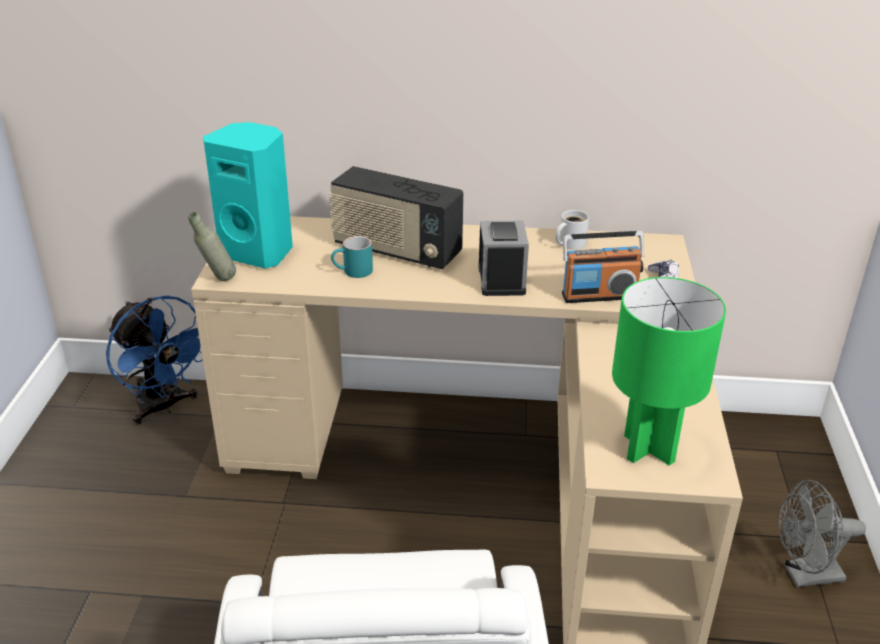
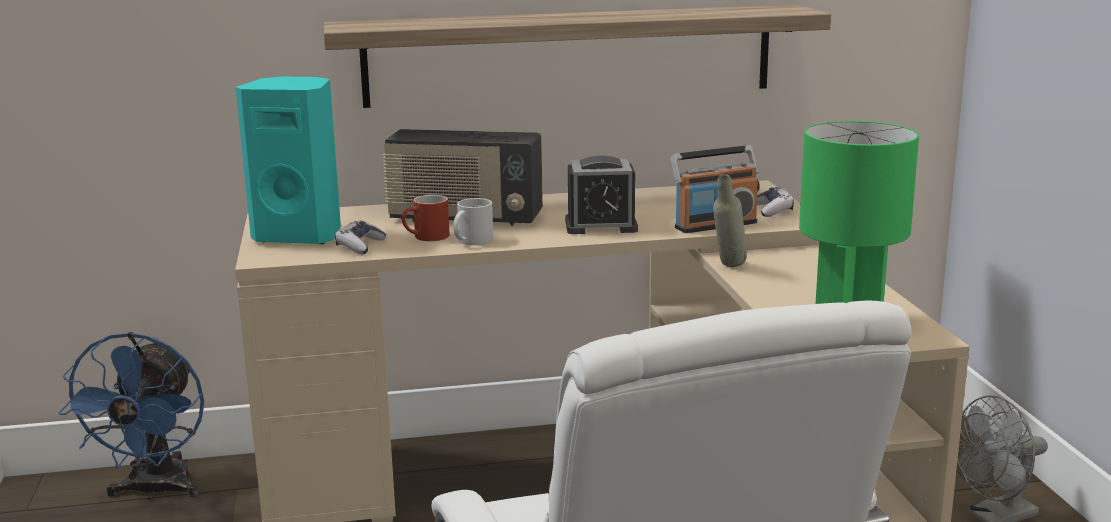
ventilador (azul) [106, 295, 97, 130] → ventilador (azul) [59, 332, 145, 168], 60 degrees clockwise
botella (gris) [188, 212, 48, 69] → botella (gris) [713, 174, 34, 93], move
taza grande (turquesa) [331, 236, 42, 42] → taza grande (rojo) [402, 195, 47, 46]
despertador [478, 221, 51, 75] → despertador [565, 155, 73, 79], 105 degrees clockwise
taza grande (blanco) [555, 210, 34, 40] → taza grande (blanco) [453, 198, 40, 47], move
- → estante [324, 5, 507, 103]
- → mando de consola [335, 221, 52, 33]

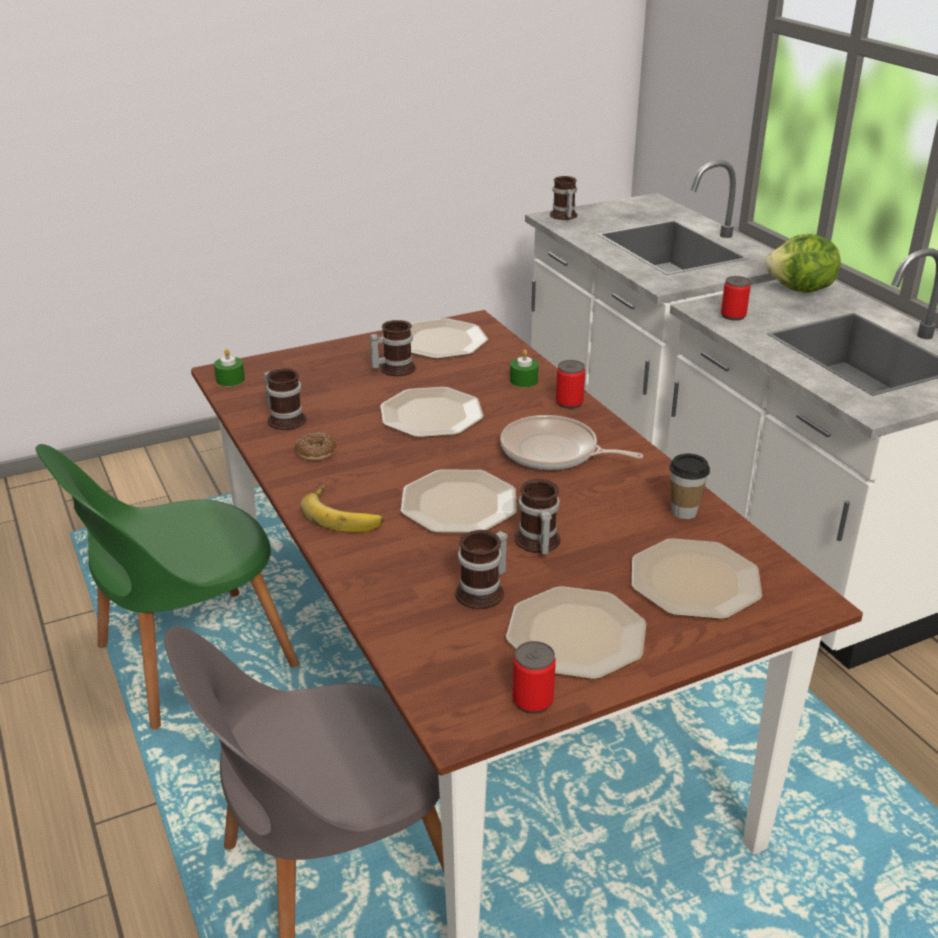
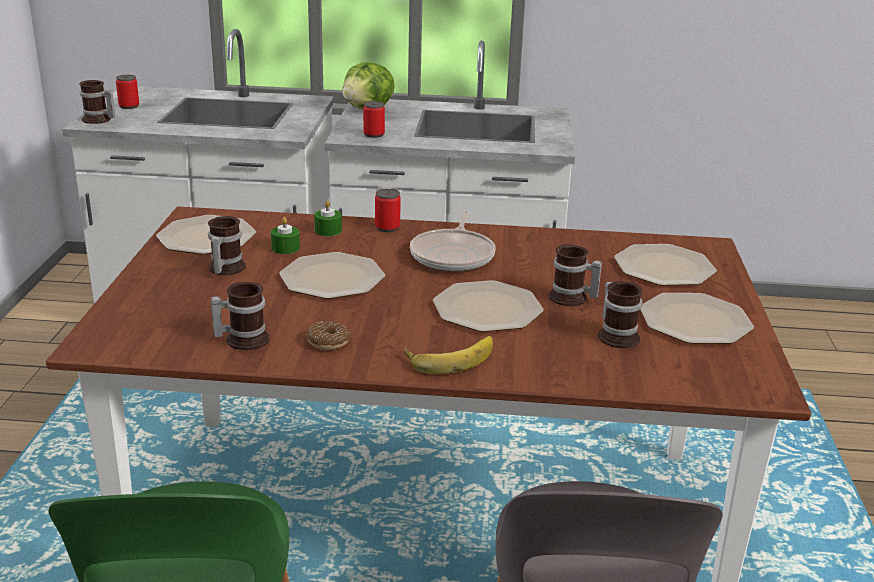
vela (verde) [214, 349, 31, 37] → vela (verde) [271, 217, 29, 37], move
sartén [500, 415, 143, 55] → sartén [410, 211, 86, 61], 45 degrees counterclockwise
lata [513, 641, 43, 73] → lata [116, 75, 23, 34], move
taza [669, 454, 41, 65] → -

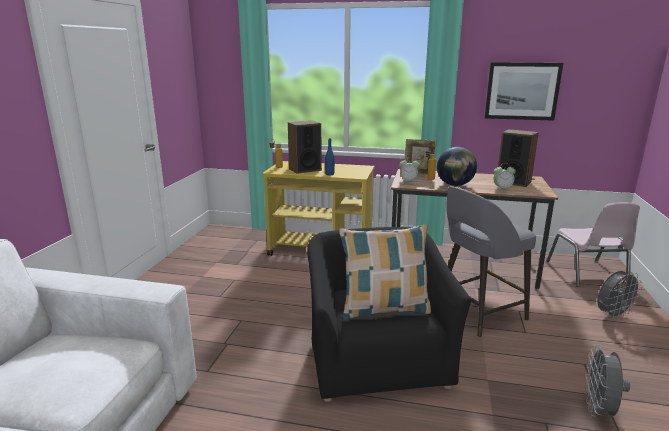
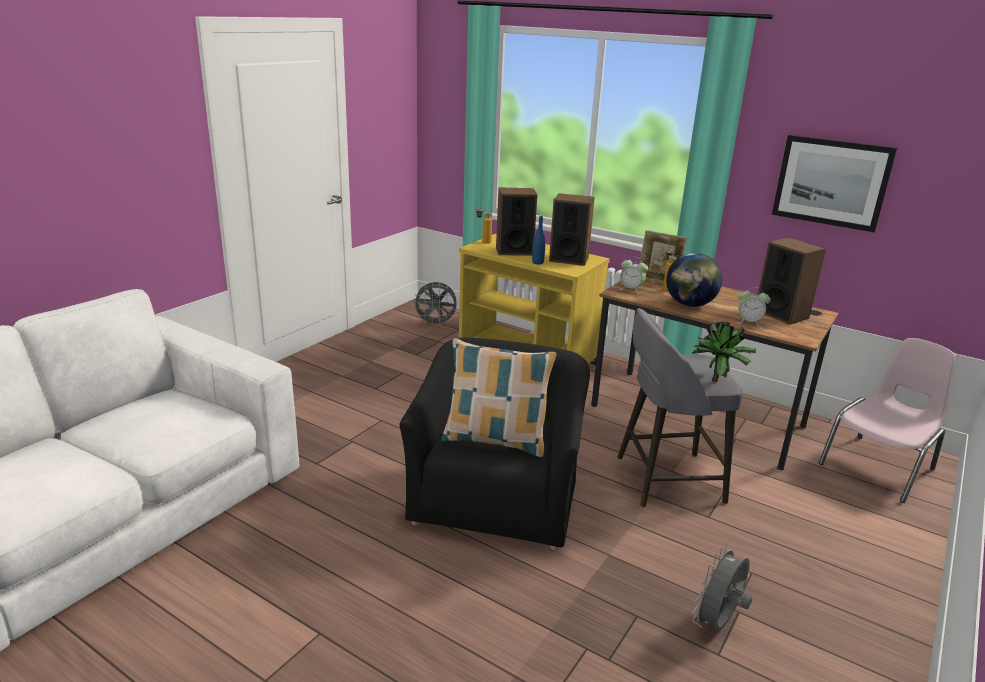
silla (rosa) [547, 202, 93, 85] → silla (rosa) [819, 338, 137, 165], 150 degrees counterclockwise
ventilador (gris) [597, 271, 45, 49] → ventilador (gris) [413, 282, 46, 44], move
- → altavoz [549, 193, 46, 73]
- → planta en maceta [692, 322, 64, 60]

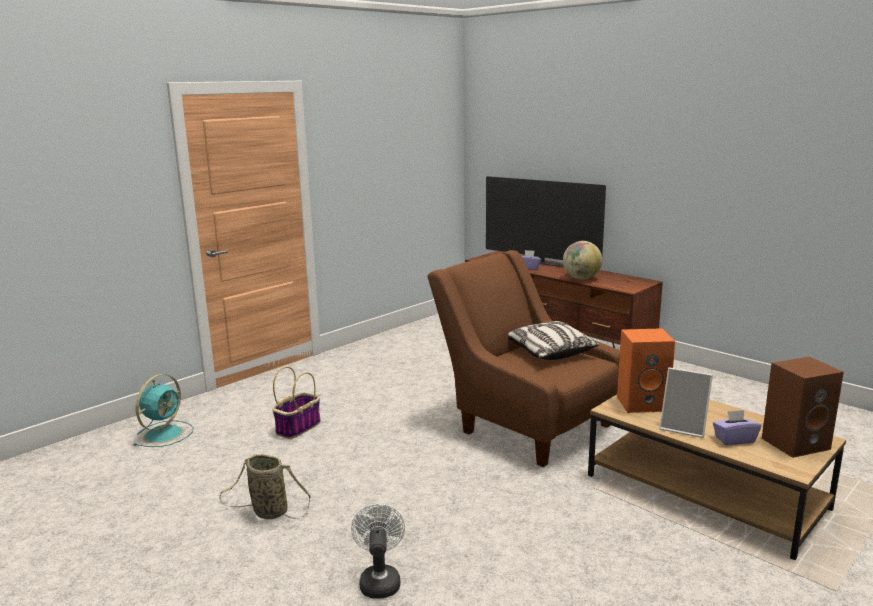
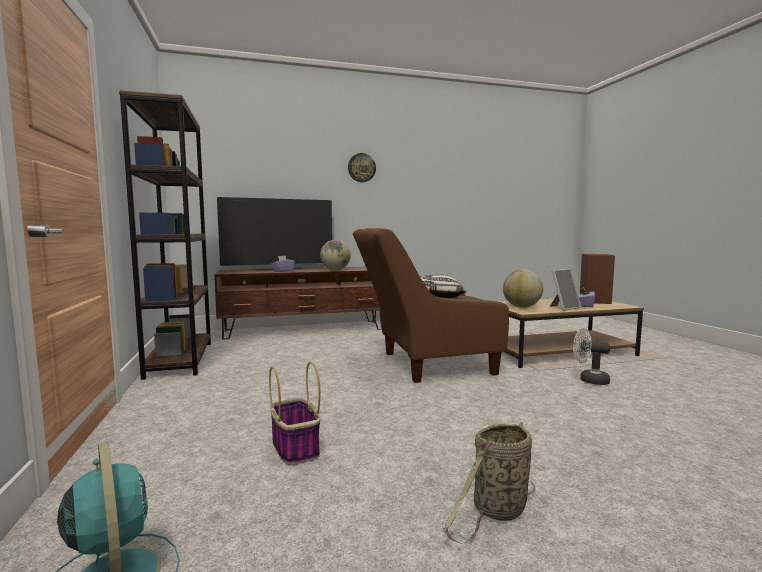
ventilador (blanco) [351, 504, 54, 95] → ventilador (blanco) [573, 328, 37, 57], move
altavoz (naranja) [617, 328, 58, 85] → globo terráqueo [503, 269, 40, 39]
- → estantería (marrón) [119, 90, 92, 290]
- → reloj de pared [348, 153, 28, 29]

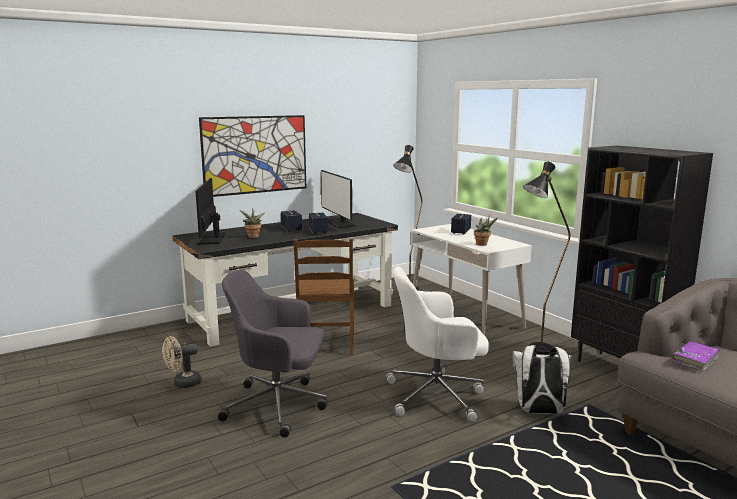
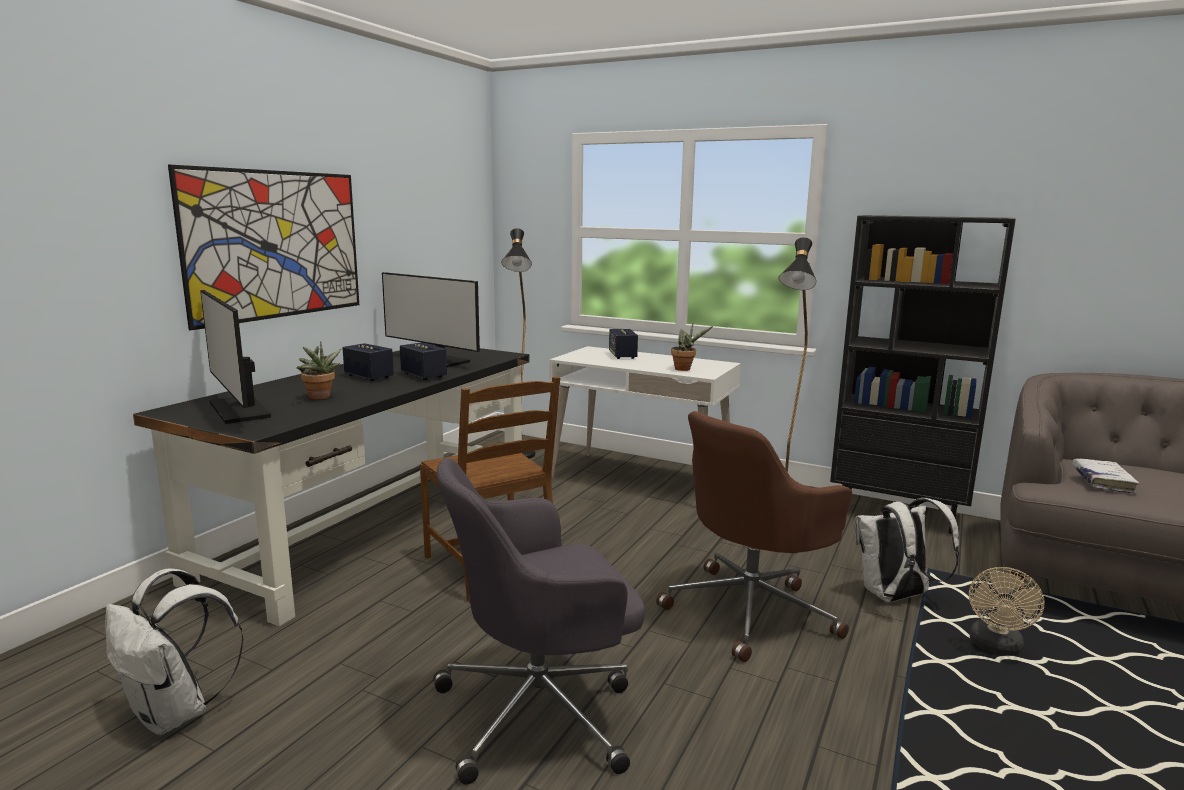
ventilador (beis) [162, 336, 40, 52] → ventilador (beis) [969, 567, 76, 89], move
silla de oficina (blanco) [386, 266, 103, 156] → silla de oficina (marrón) [656, 411, 196, 251]
libro (morado) [672, 342, 47, 29] → libro (blanco) [1072, 459, 67, 35]
- → mochila (blanco) [105, 569, 139, 166]

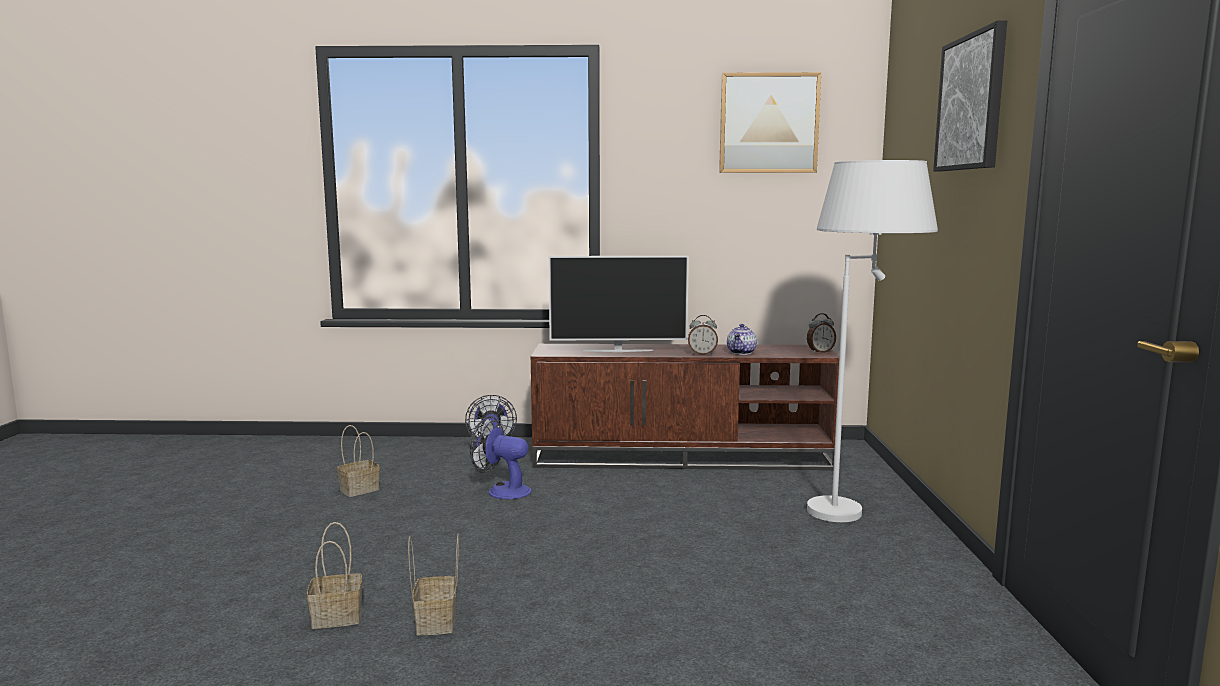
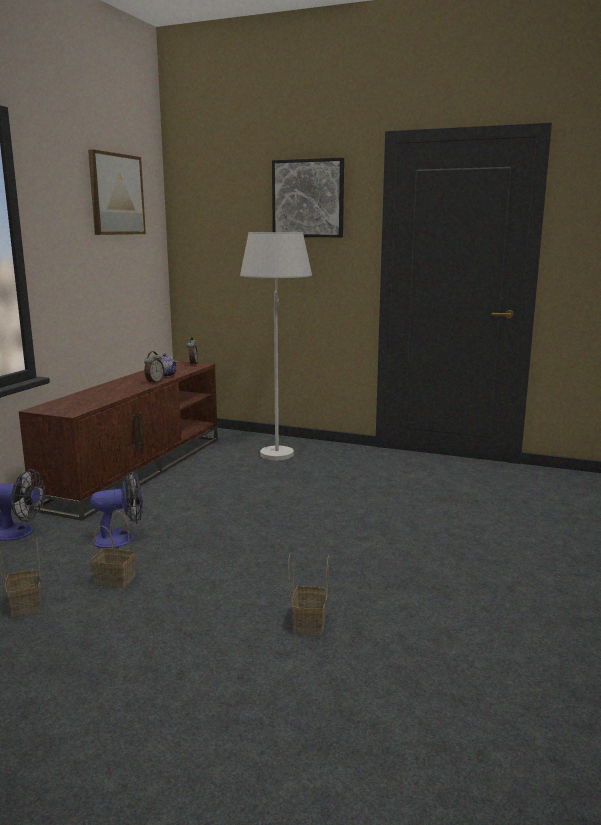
cesta [408, 534, 51, 101] → cesta [90, 512, 45, 76], move
ventilador [470, 416, 61, 83] → ventilador [91, 471, 52, 77], 150 degrees counterclockwise
televisor [548, 256, 141, 96] → -

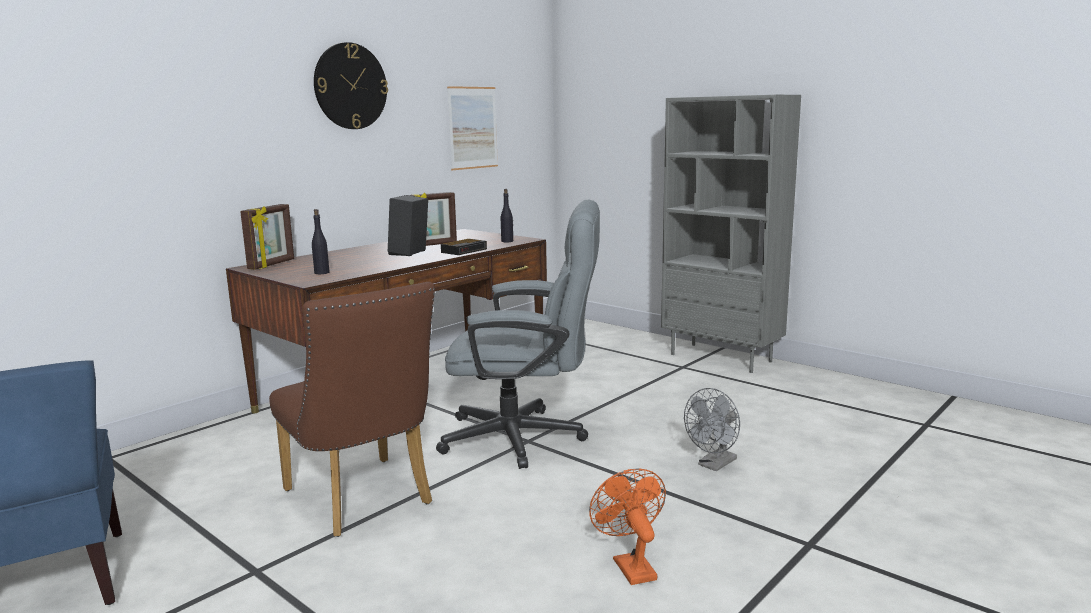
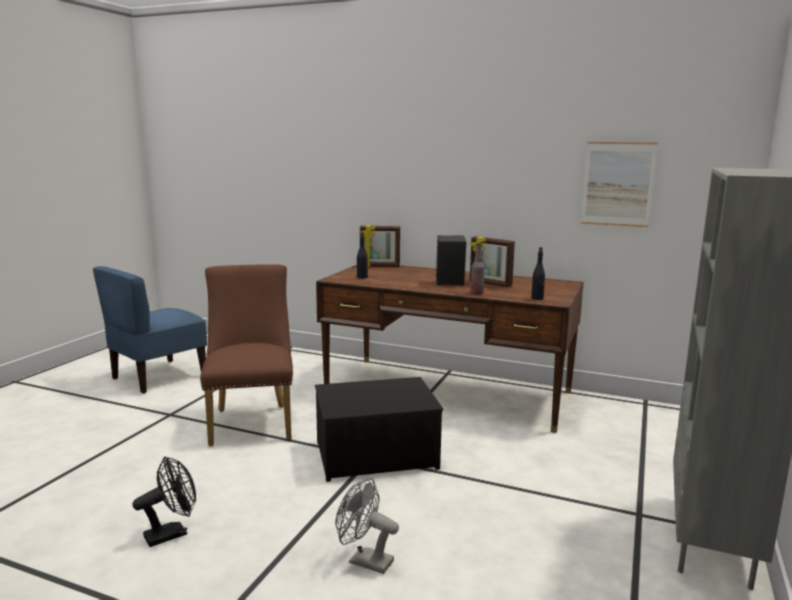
silla (marrón) [269, 282, 166, 255] → silla (marrón) [200, 264, 93, 182], 135 degrees clockwise
reloj de pared [314, 42, 74, 87] → -
silla de oficina (gris) [436, 199, 164, 270] → caja de almacenaje [315, 377, 128, 105]
despertador [441, 239, 46, 16] → botella [470, 243, 15, 52]
ventilador (naranja) [589, 468, 77, 117] → ventilador (negro) [133, 456, 63, 91]

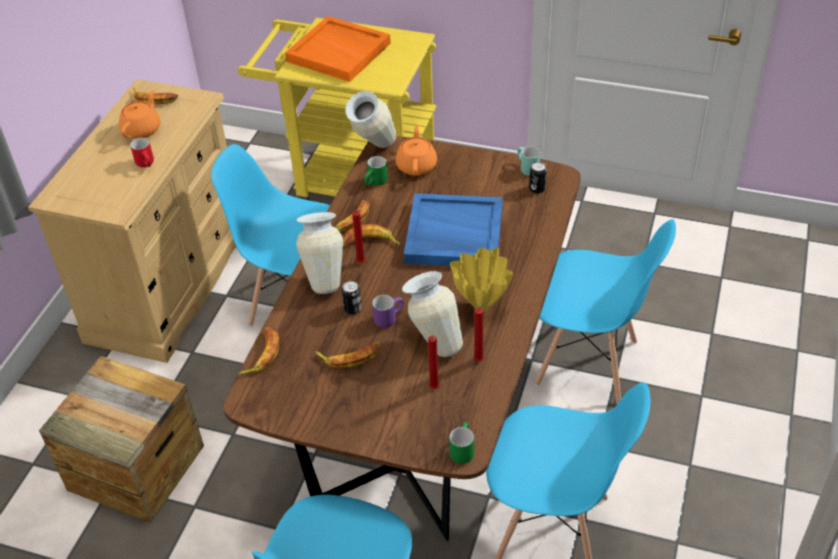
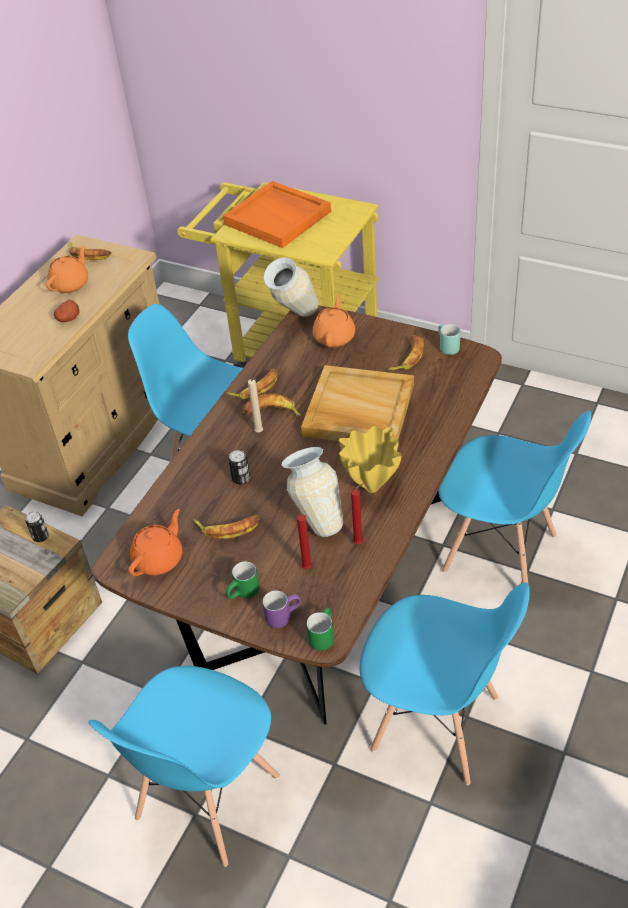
taza grande (rojo) [130, 138, 24, 29] → patata [54, 300, 26, 22]
plátano [238, 327, 41, 48] → plátano [387, 335, 37, 36], move
florero [296, 212, 47, 82] → -
vela (rojo) [352, 210, 13, 53] → vela (beis) [248, 378, 15, 54]
taza grande (verde) [364, 156, 24, 30] → taza grande (verde) [226, 562, 33, 37], move
taza grande (morado) [372, 295, 32, 33] → taza grande (morado) [263, 591, 38, 37], move
bandeja (azul) [404, 193, 99, 73] → bandeja (beis) [301, 365, 113, 76]
lata [529, 162, 18, 32] → lata [26, 511, 23, 31], move
- → tetera (naranja) [128, 509, 54, 67]

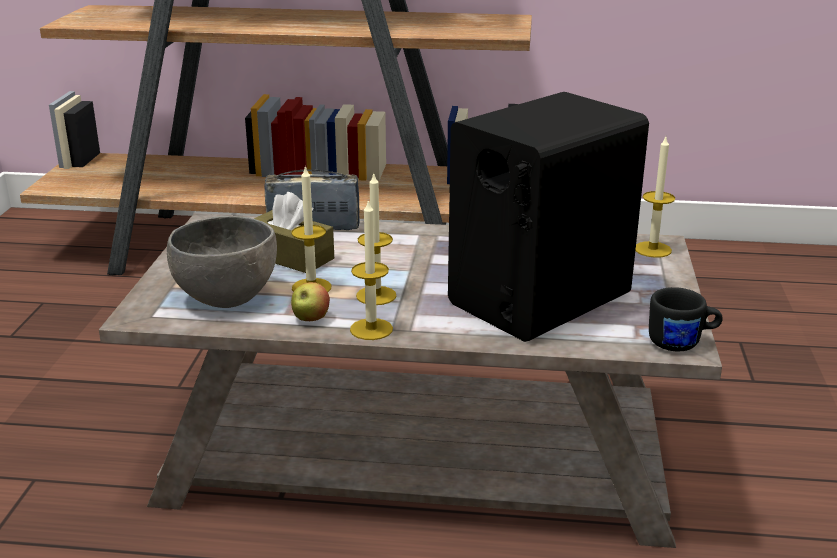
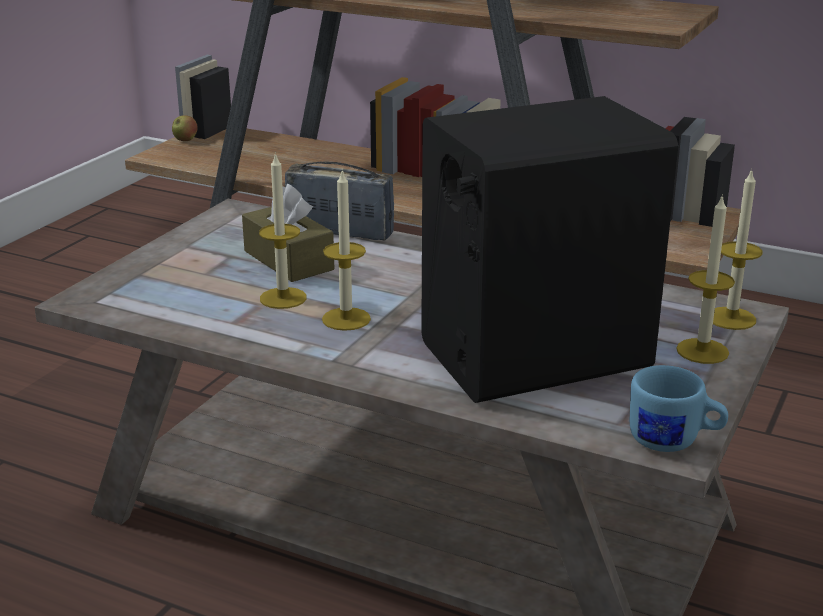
cuenco (gris) [167, 216, 110, 92] → -
manzana [291, 282, 39, 39] → manzana [172, 115, 25, 26], move
vela [350, 199, 43, 141] → vela [676, 194, 59, 170], move
taza grande (negro) [649, 287, 74, 64] → taza grande (azul) [630, 365, 98, 87]

